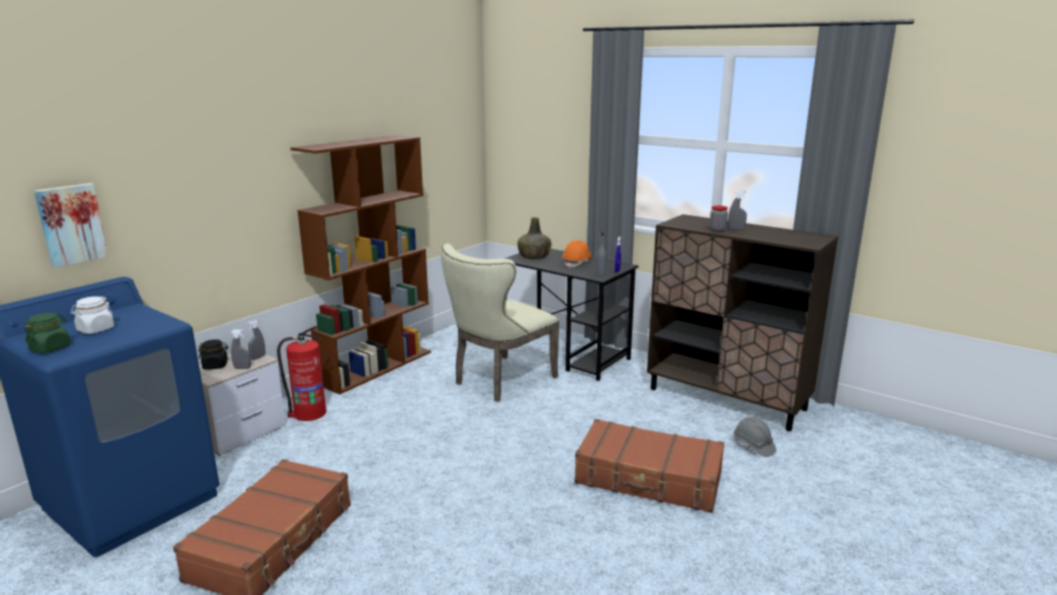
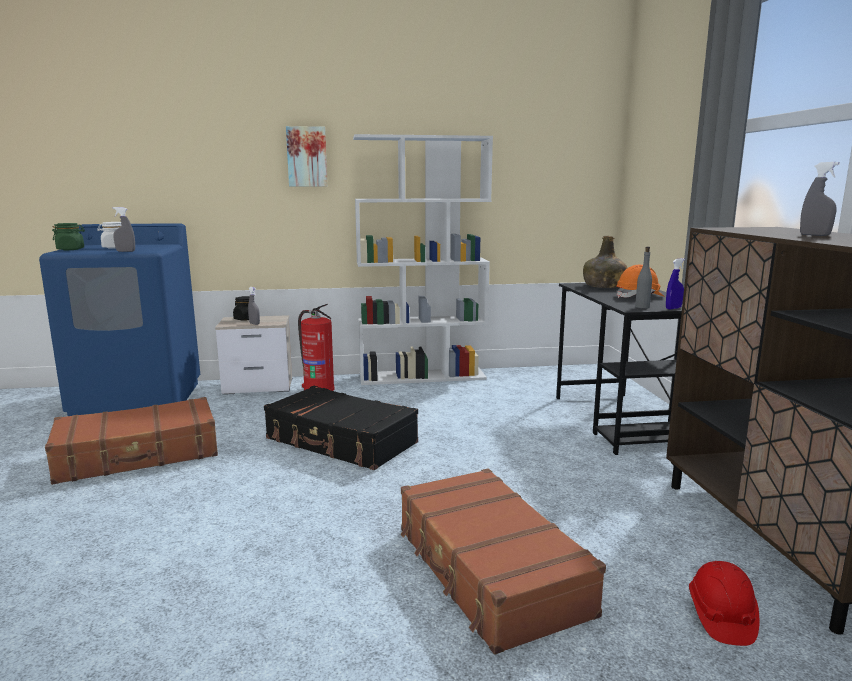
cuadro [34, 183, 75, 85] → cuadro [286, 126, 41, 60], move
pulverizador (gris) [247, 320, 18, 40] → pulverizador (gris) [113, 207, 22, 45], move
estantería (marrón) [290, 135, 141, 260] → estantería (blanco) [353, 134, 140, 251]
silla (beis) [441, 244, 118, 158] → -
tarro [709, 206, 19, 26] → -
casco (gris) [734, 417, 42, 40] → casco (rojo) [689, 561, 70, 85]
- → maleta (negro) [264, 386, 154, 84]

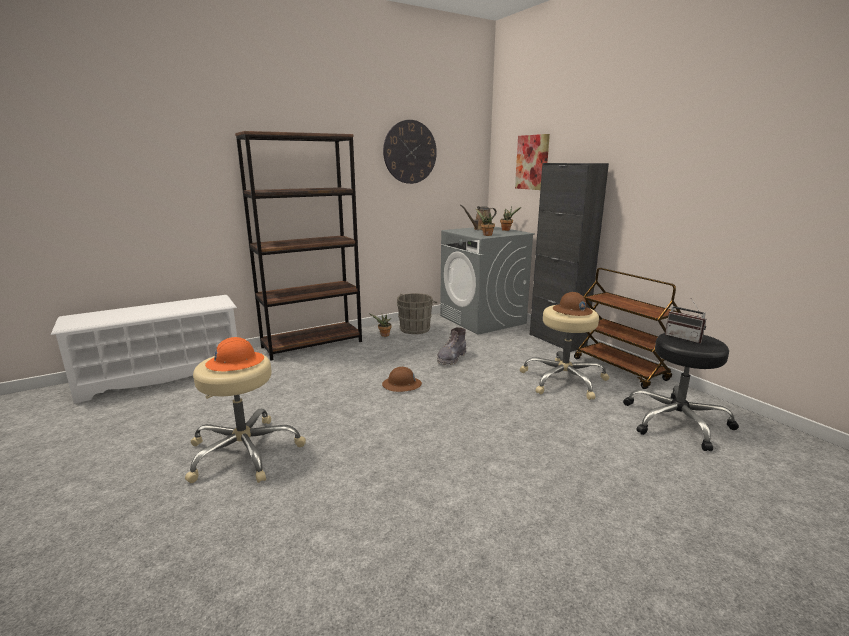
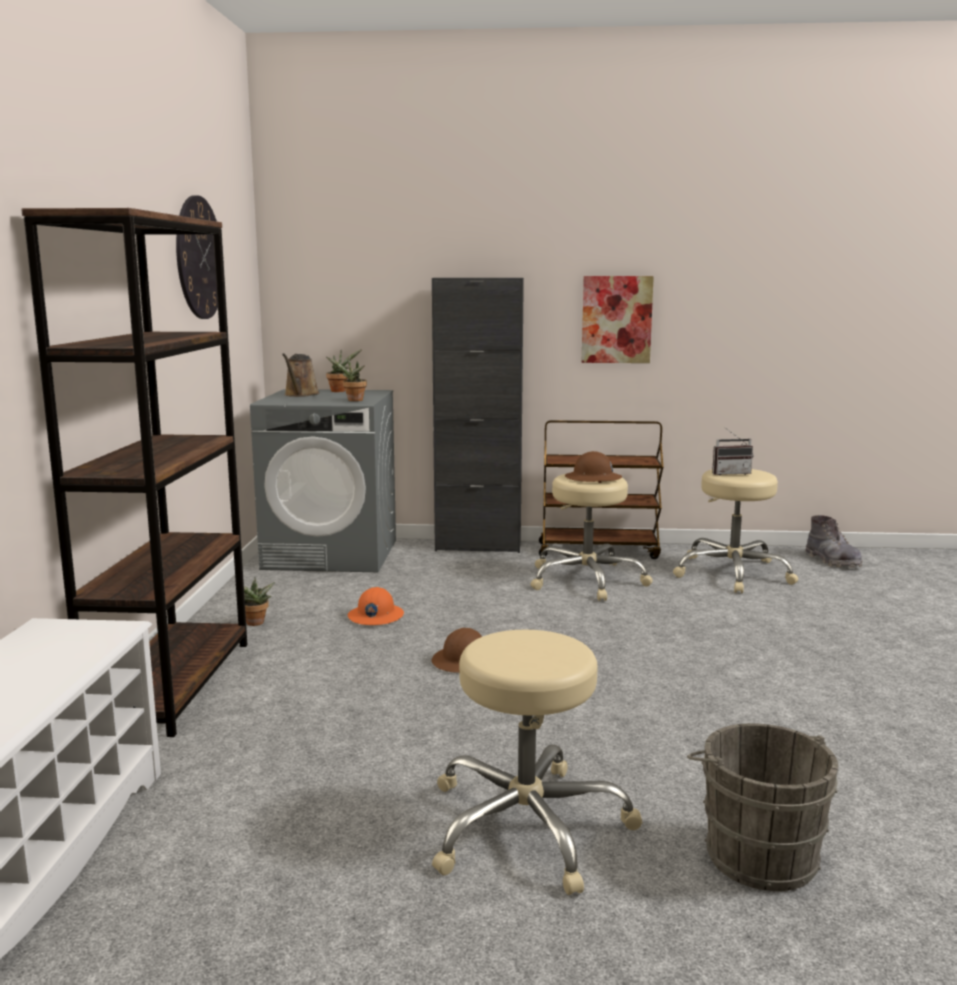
casco (naranja) [205, 337, 59, 35] → casco (naranja) [348, 587, 56, 38], move
cubo (gris) [397, 293, 40, 41] → cubo (gris) [687, 723, 151, 168], move
bota (gris) [437, 327, 29, 38] → bota (gris) [805, 515, 58, 53], move
cuadro [515, 134, 35, 56] → cuadro [582, 276, 72, 87], move
taburete (negro) [623, 333, 116, 118] → taburete (beis) [673, 469, 125, 124]

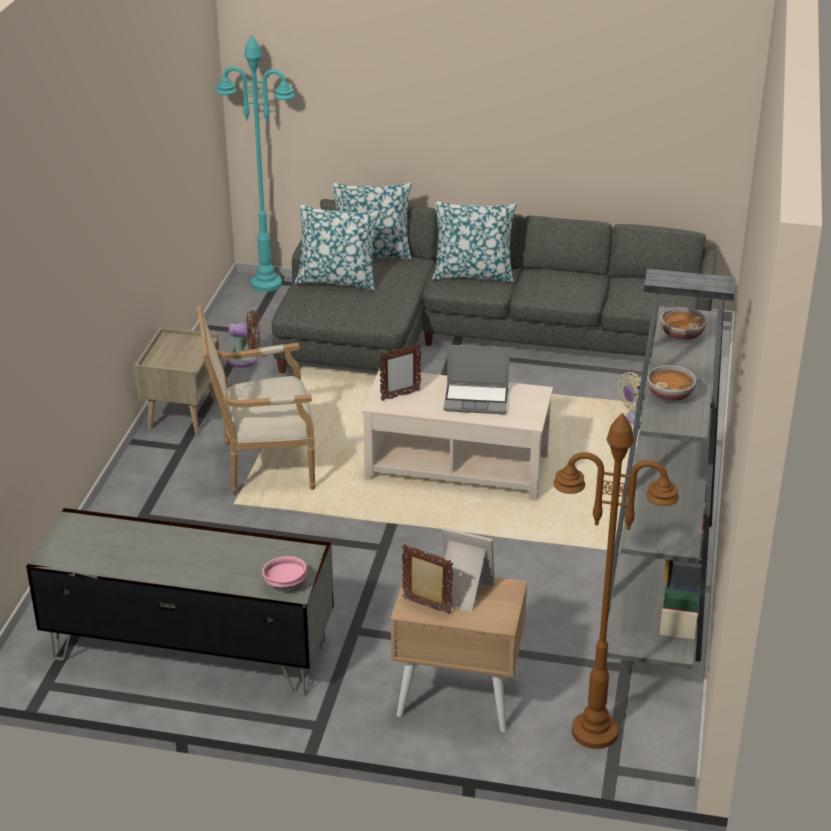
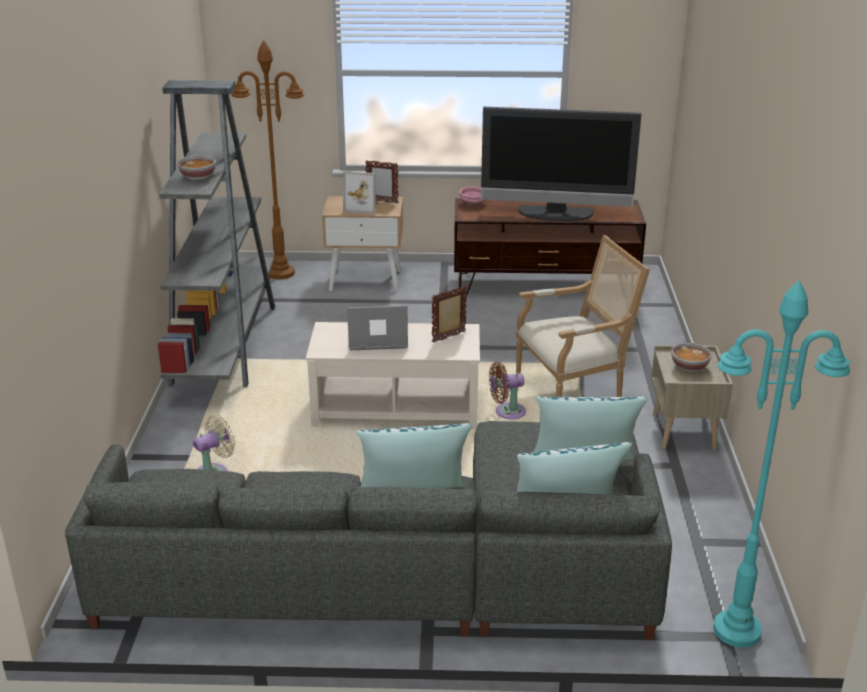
mueble de televisión (gris) [26, 508, 308, 188] → mueble de televisión (marrón) [454, 198, 192, 98]
ventilador (marrón) [228, 310, 32, 57] → ventilador (marrón) [489, 362, 37, 57], move
cuenco [647, 365, 50, 37] → cuenco [671, 343, 41, 29], move
- → televisor [481, 107, 160, 114]

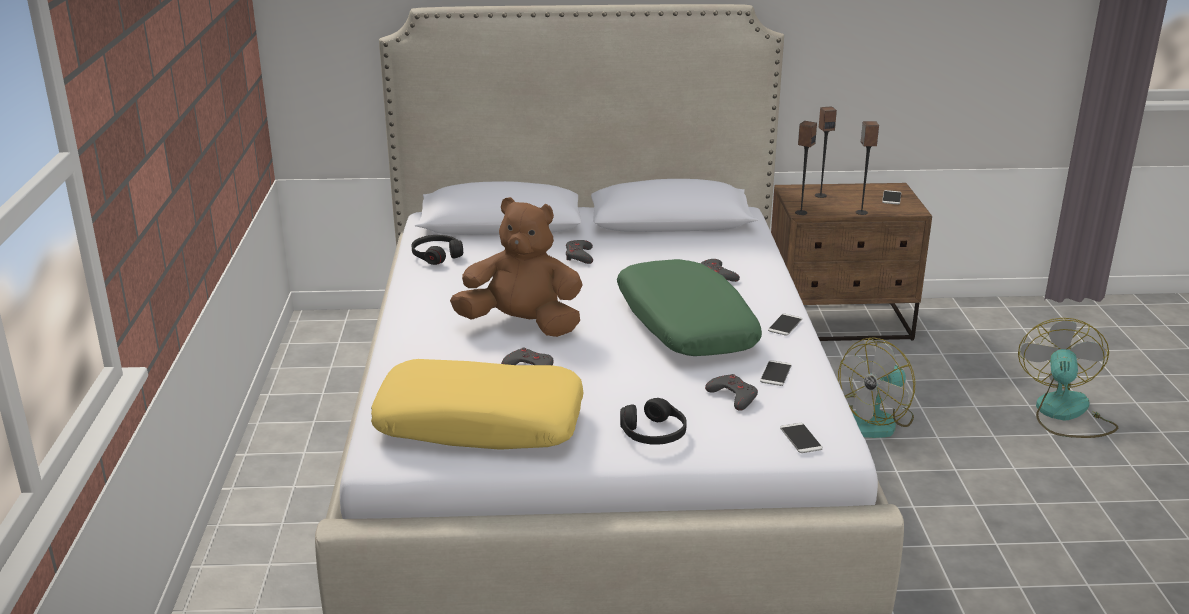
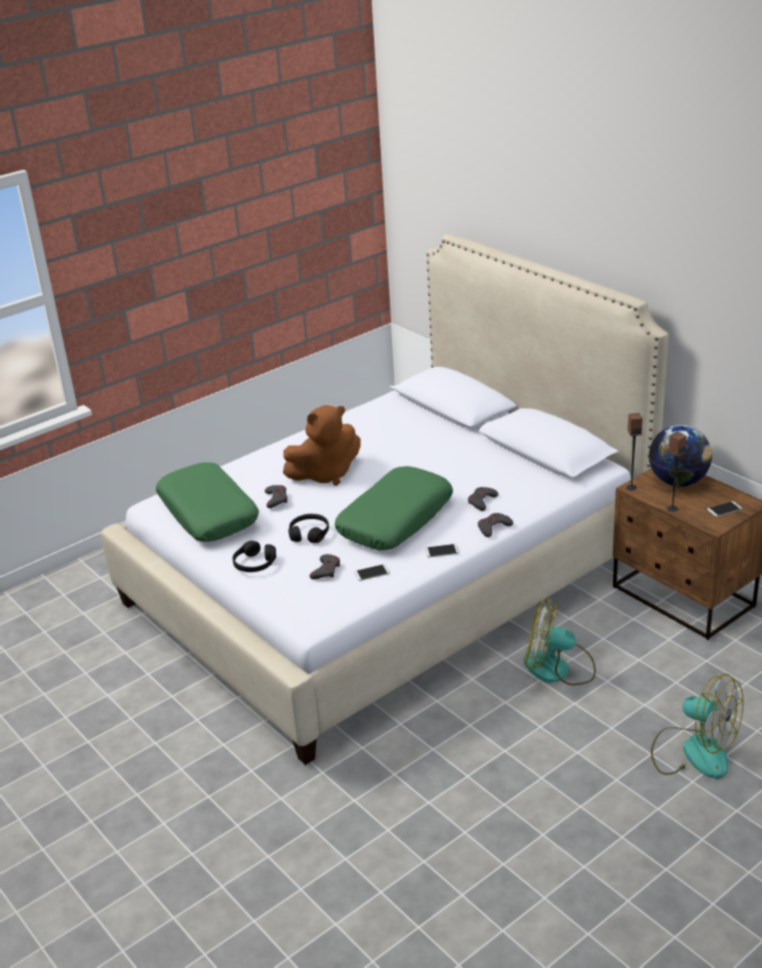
cojín (amarillo) [371, 359, 212, 90] → cojín (verde) [156, 462, 103, 80]
auriculares (negro) [412, 235, 51, 30] → auriculares (negro) [288, 514, 41, 29], move
peluche (marrón) [450, 197, 133, 140] → peluche (marrón) [283, 405, 78, 81], 90 degrees clockwise
mando de consola (gris) [566, 240, 27, 24] → mando de consola (gris) [478, 513, 35, 24], move
móvil [780, 423, 43, 30] → -
altavoz [815, 106, 22, 92] → globo terráqueo [649, 425, 63, 62]
ventilador [1018, 318, 100, 120] → ventilador [651, 674, 93, 105], 60 degrees clockwise

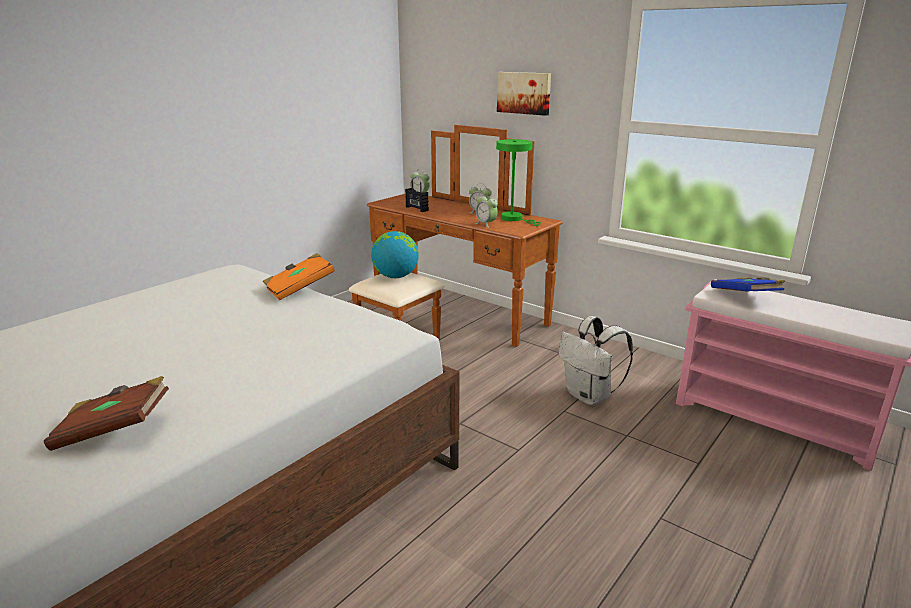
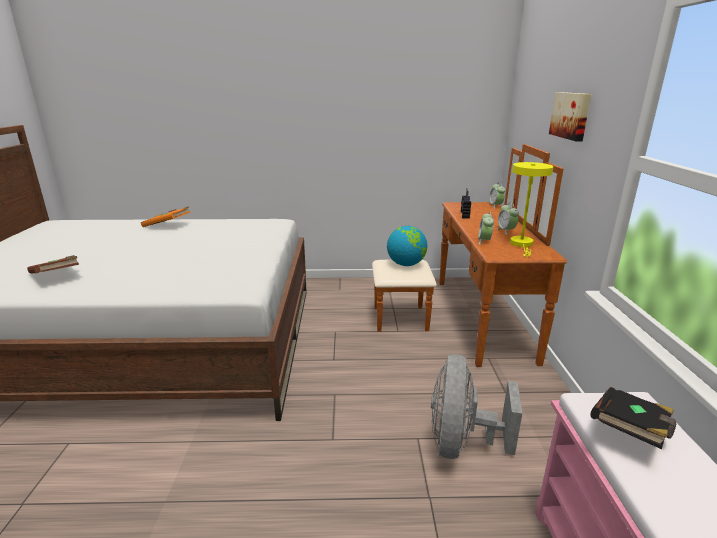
libro (naranja) [263, 253, 72, 48] → libro (naranja) [141, 207, 49, 20], move
lámpara de mesa (verde) [496, 139, 45, 87] → lámpara de mesa (amarillo) [510, 162, 43, 95]
mochila (blanco) [558, 316, 75, 89] → ventilador (gris) [431, 354, 91, 105]
libro (azul) [711, 277, 74, 15] → libro (negro) [590, 387, 86, 62]

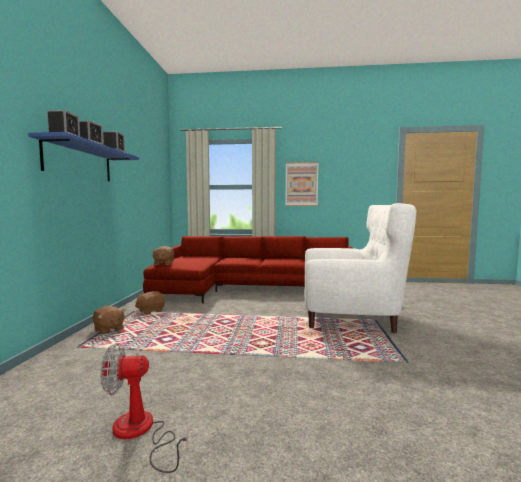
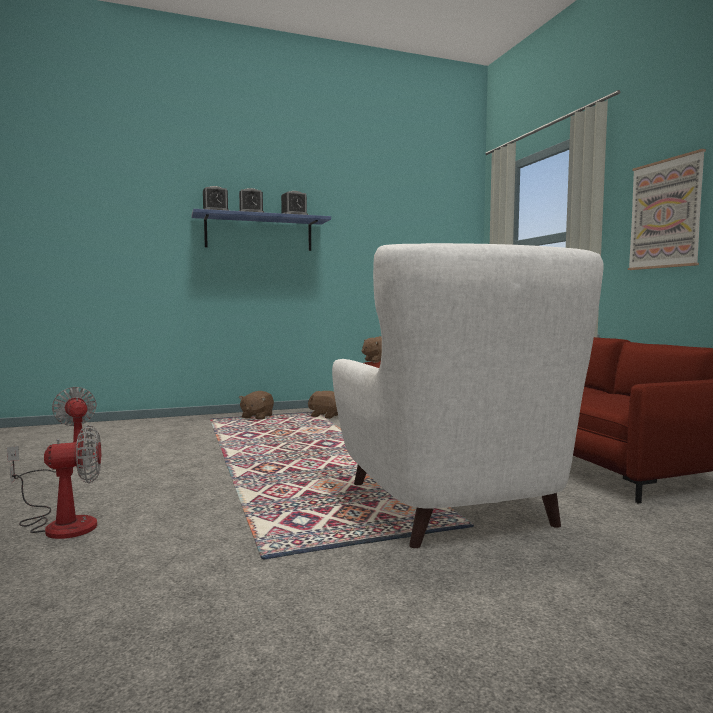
- → ventilador [10, 425, 91, 114]

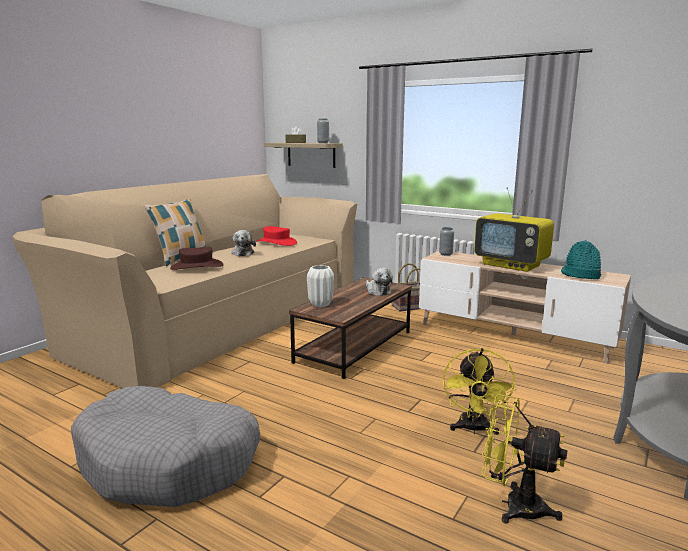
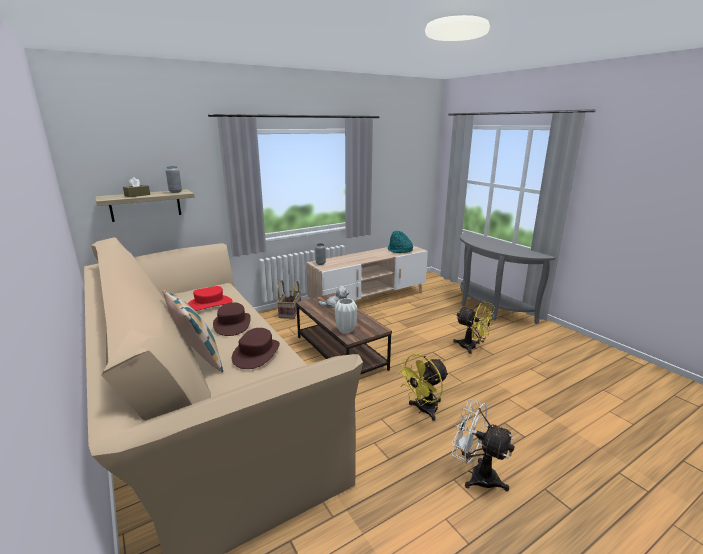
cama para perro (gris) [71, 386, 189, 121] → ventilador (blanco) [451, 399, 64, 92]
peluche [231, 230, 25, 26] → sombrero (marrón) [213, 302, 38, 34]
televisor [474, 187, 80, 85] → -
ventilador (amarillo) [481, 394, 87, 130] → ventilador (amarillo) [397, 354, 52, 67], move

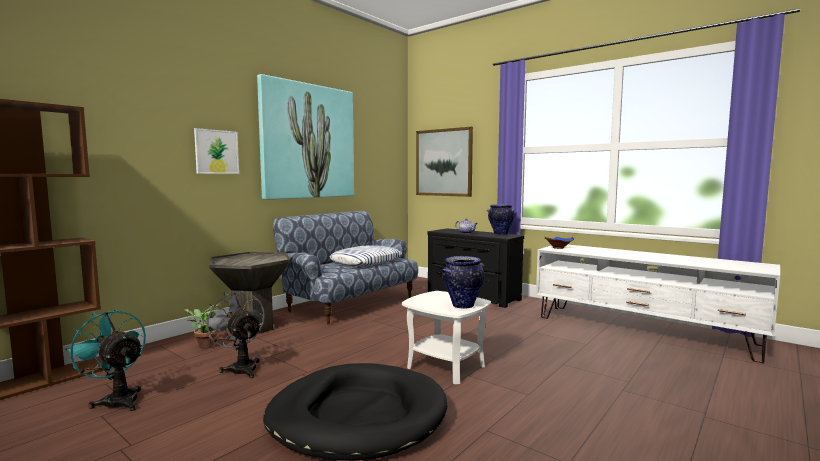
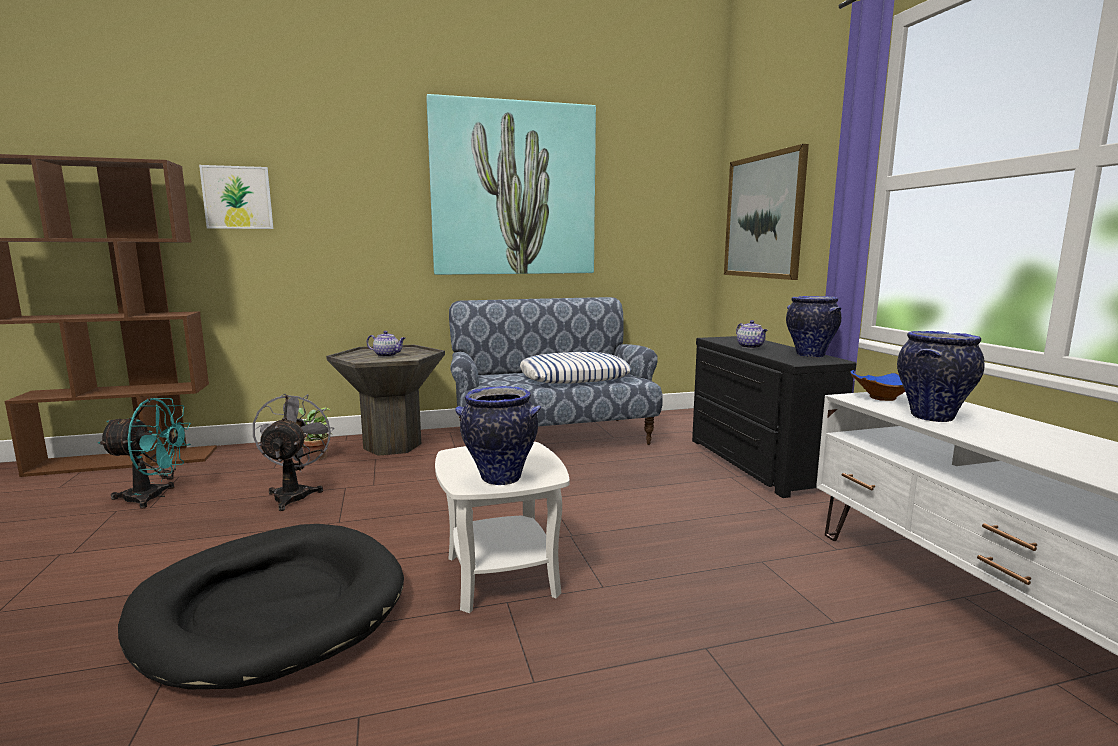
ventilador (turquesa) [65, 309, 81, 102] → ventilador (turquesa) [98, 398, 93, 111], 105 degrees clockwise
cuadro [194, 128, 45, 46] → cuadro [199, 165, 74, 64], move
- → tetera [367, 331, 38, 26]
- → florero [897, 331, 88, 91]

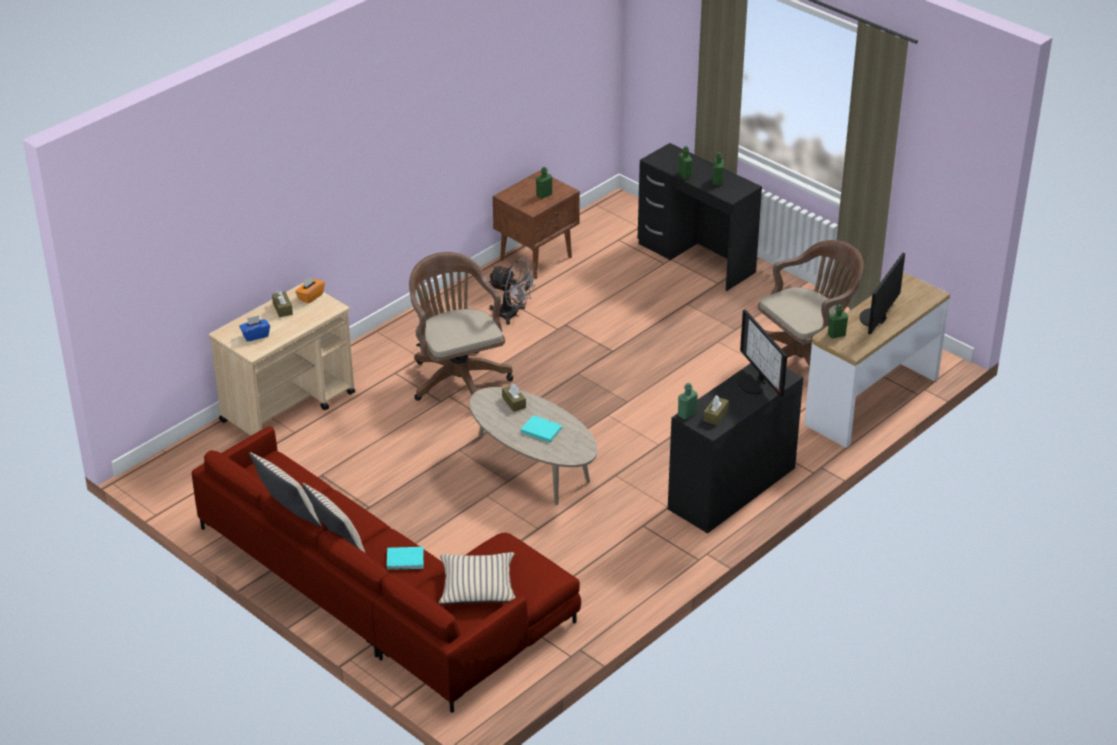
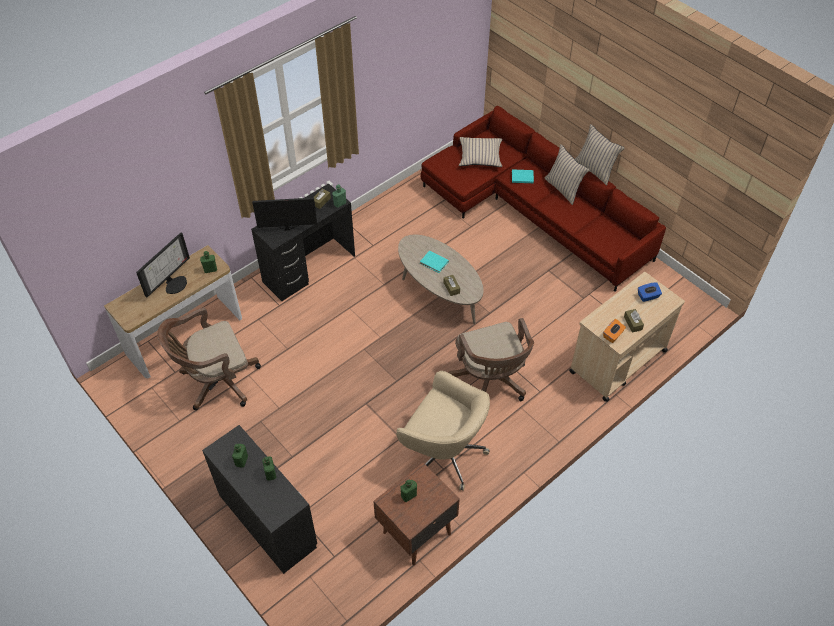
ventilador (gris) [488, 259, 49, 66] → silla de oficina (beis) [396, 371, 94, 120]
monitor [737, 309, 50, 88] → monitor [252, 198, 65, 33], 75 degrees counterclockwise

